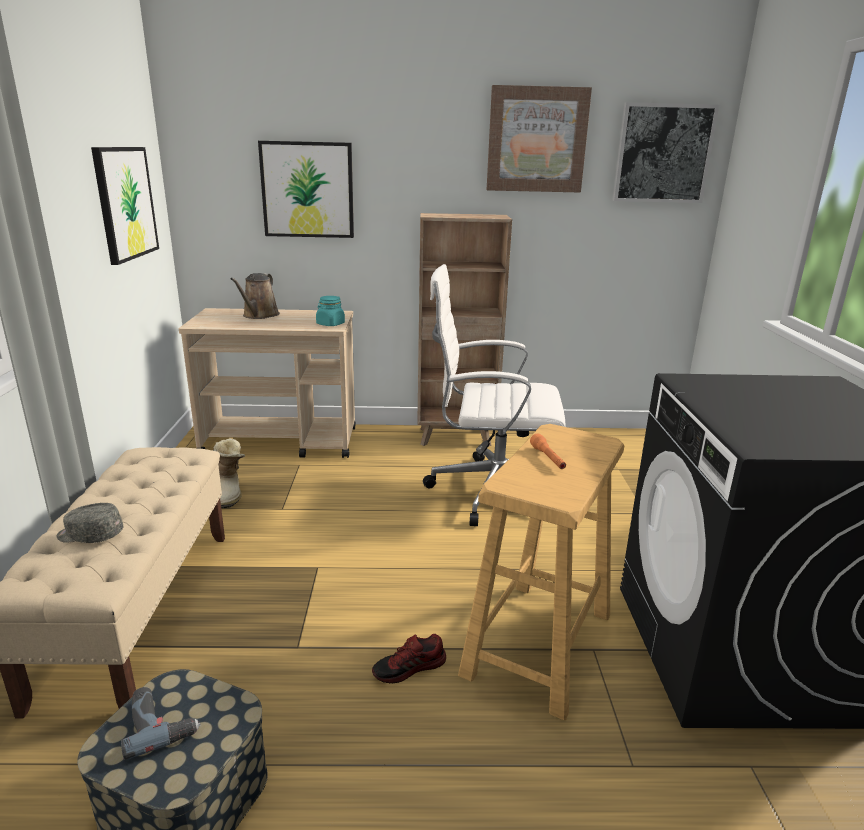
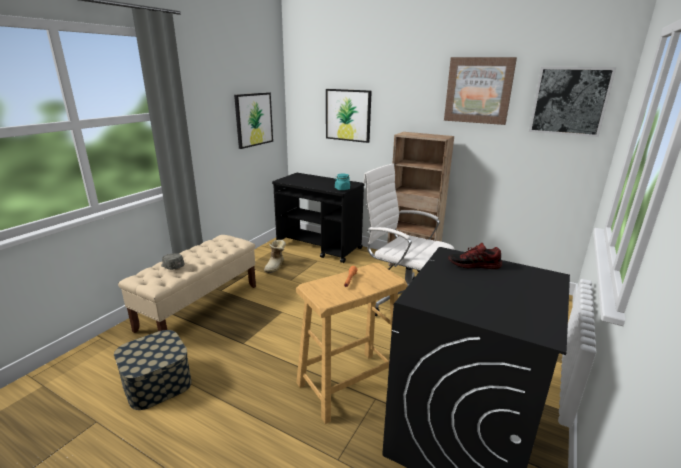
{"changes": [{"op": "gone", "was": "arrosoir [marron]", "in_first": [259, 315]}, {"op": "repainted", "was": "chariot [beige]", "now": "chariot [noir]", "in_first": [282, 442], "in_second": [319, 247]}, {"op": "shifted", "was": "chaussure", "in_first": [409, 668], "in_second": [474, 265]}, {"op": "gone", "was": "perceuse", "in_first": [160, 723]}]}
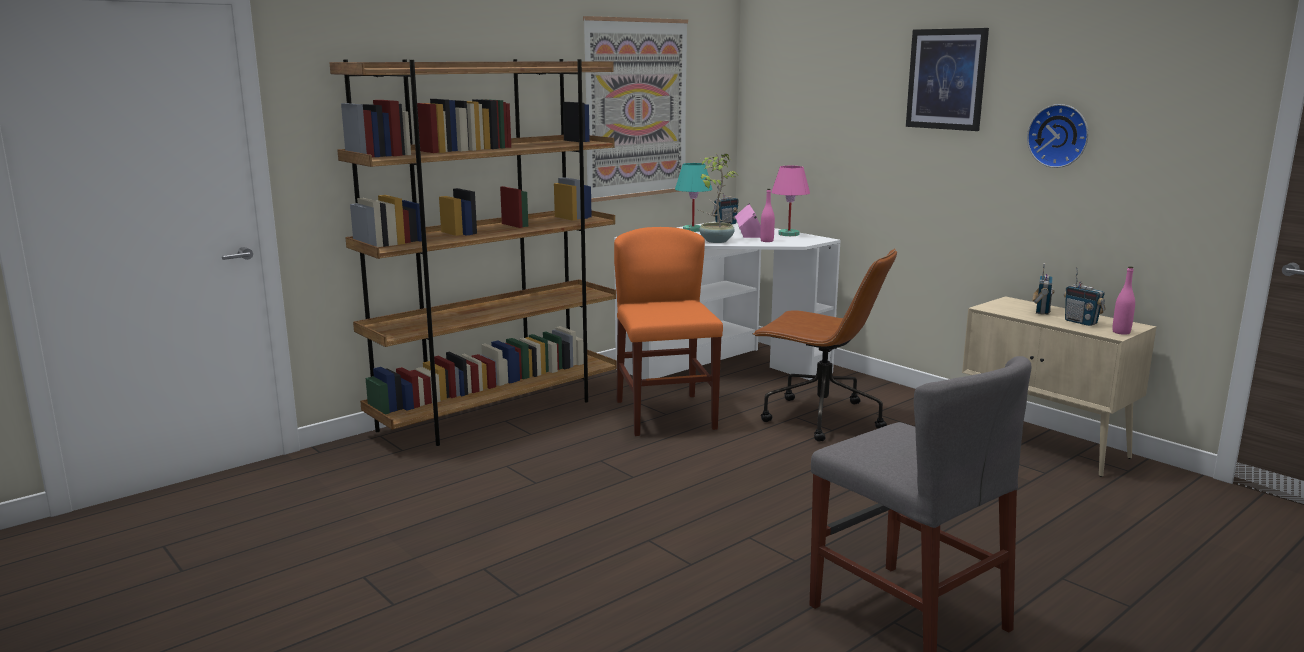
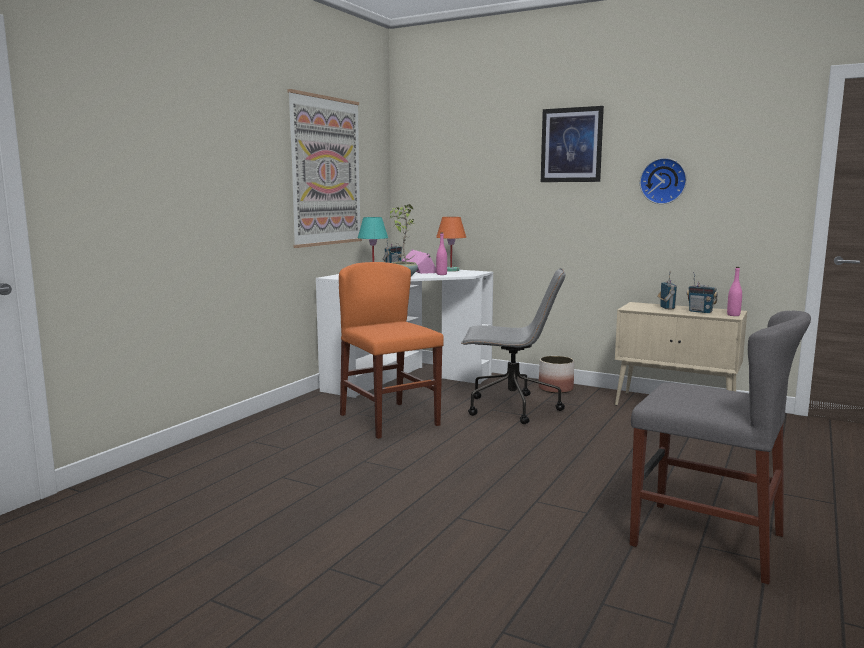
{"changes": [{"op": "gone", "was": "bibliothèque [marron]", "in_first": [498, 412]}, {"op": "repainted", "was": "lampe de table [rose]", "now": "lampe de table [orange]", "in_first": [788, 234], "in_second": [450, 270]}, {"op": "repainted", "was": "chaise de bureau [marron]", "now": "chaise de bureau [gris]", "in_first": [819, 418], "in_second": [510, 408]}, {"op": "new", "now": "cache-pot", "in_second": [556, 389]}]}
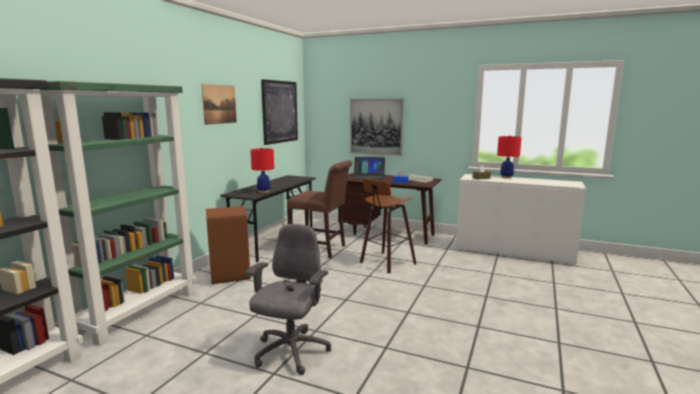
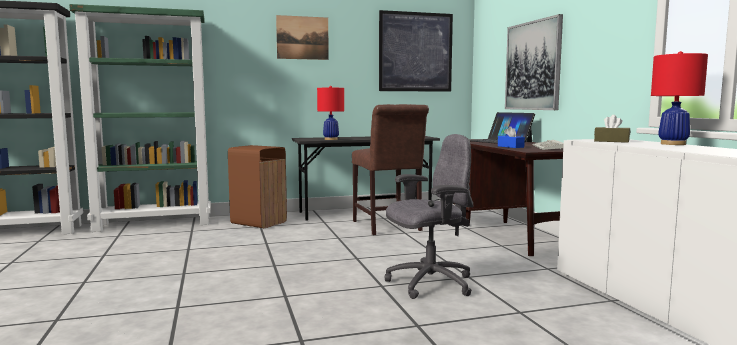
{"changes": [{"op": "gone", "was": "tabouret", "in_first": [386, 263]}, {"op": "shifted", "was": "chaise de bureau [gris]", "in_first": [290, 352], "in_second": [429, 283]}]}
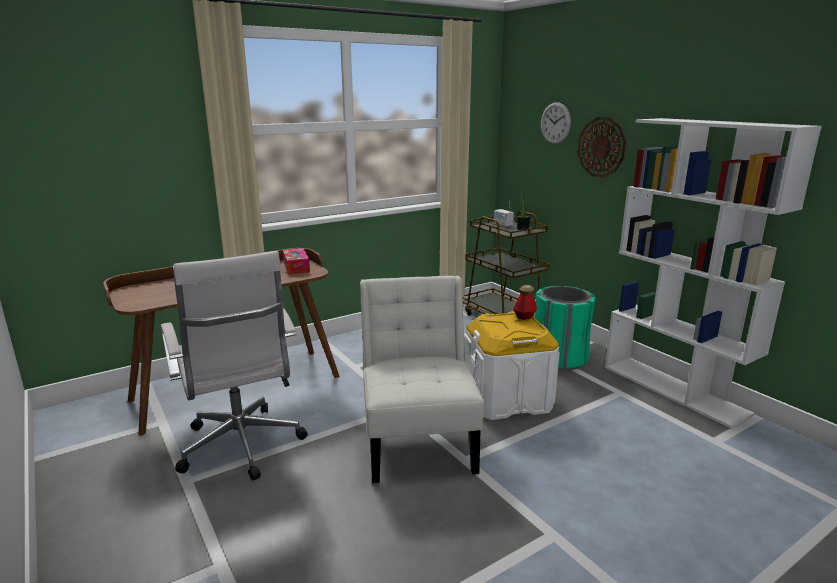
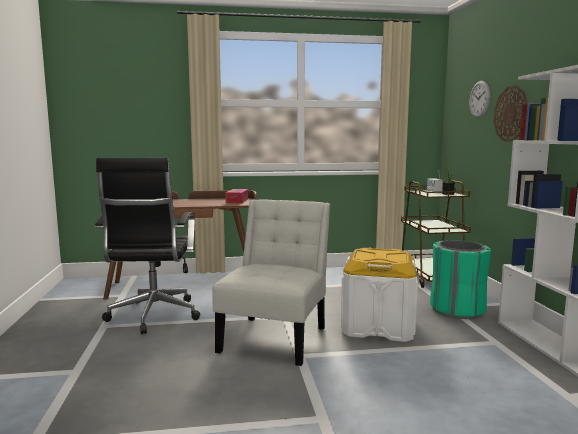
{"changes": [{"op": "repainted", "was": "chaise de bureau [blanc]", "now": "chaise de bureau [noir]", "in_first": [242, 448], "in_second": [153, 317]}, {"op": "gone", "was": "bouteille", "in_first": [524, 316]}]}
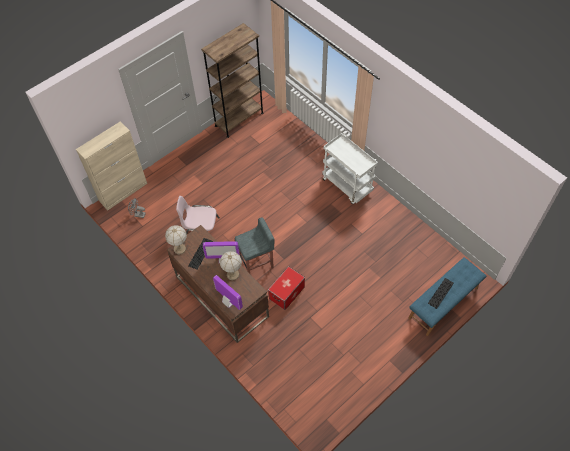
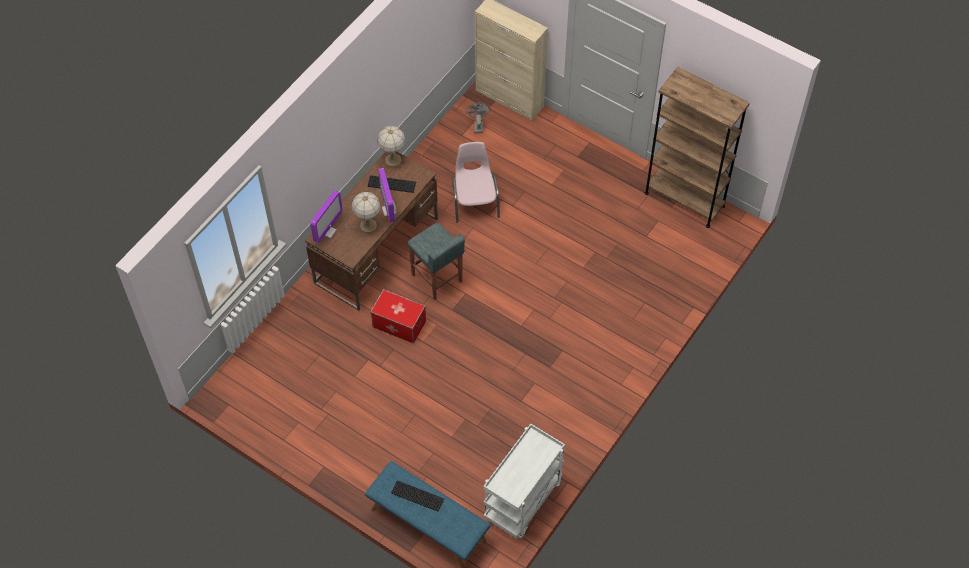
{"changes": [{"op": "shifted", "was": "chariot [blanc]", "in_first": [348, 185], "in_second": [523, 502]}]}
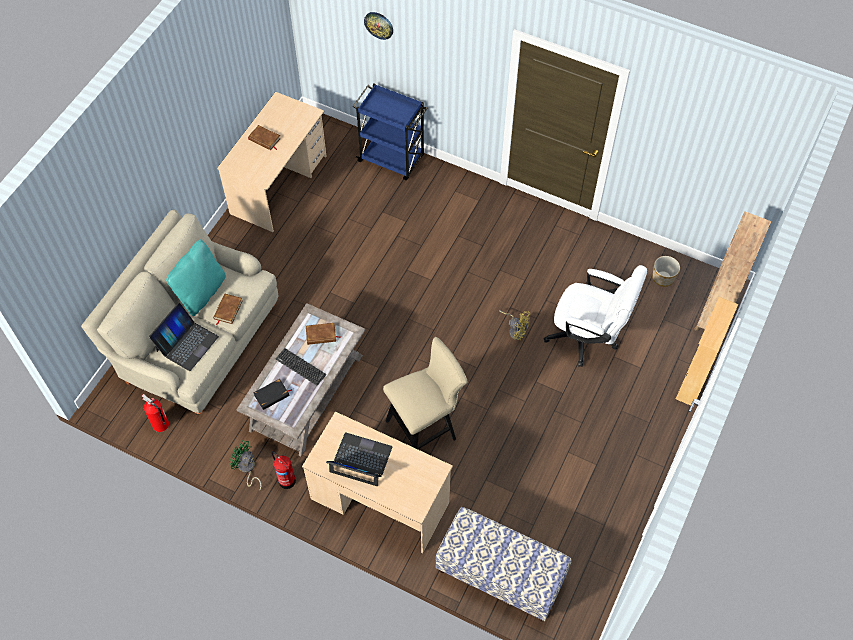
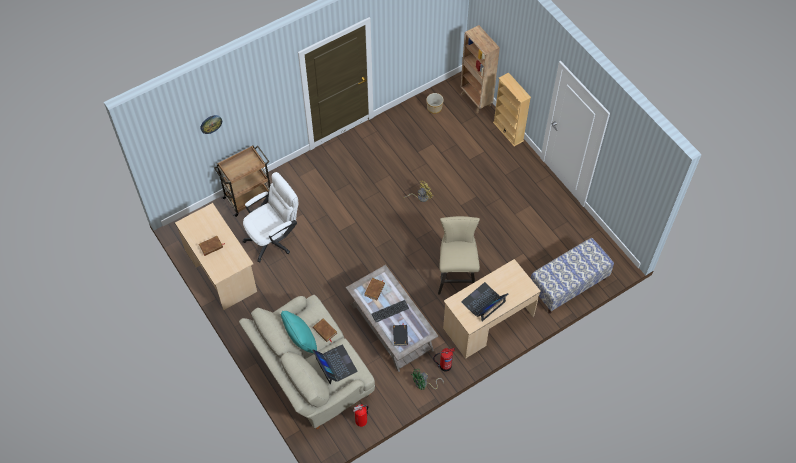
{"changes": [{"op": "repainted", "was": "chariot [bleu]", "now": "chariot [marron]", "in_first": [392, 159], "in_second": [248, 197]}, {"op": "shifted", "was": "chaise de bureau [blanc]", "in_first": [588, 338], "in_second": [274, 238]}]}
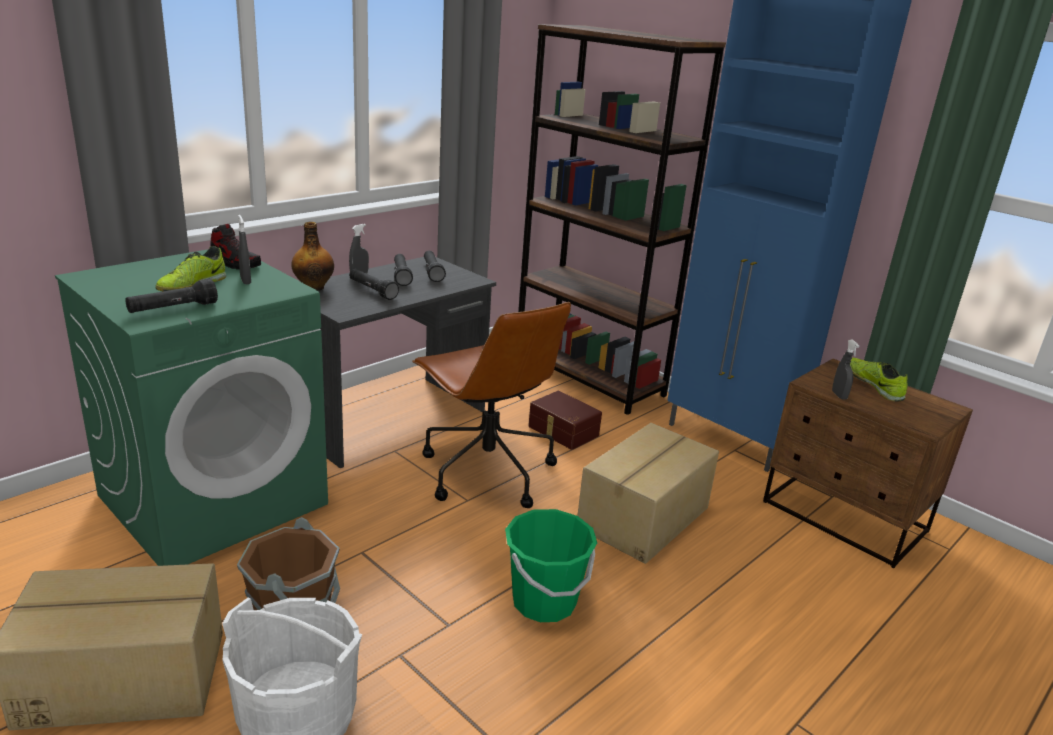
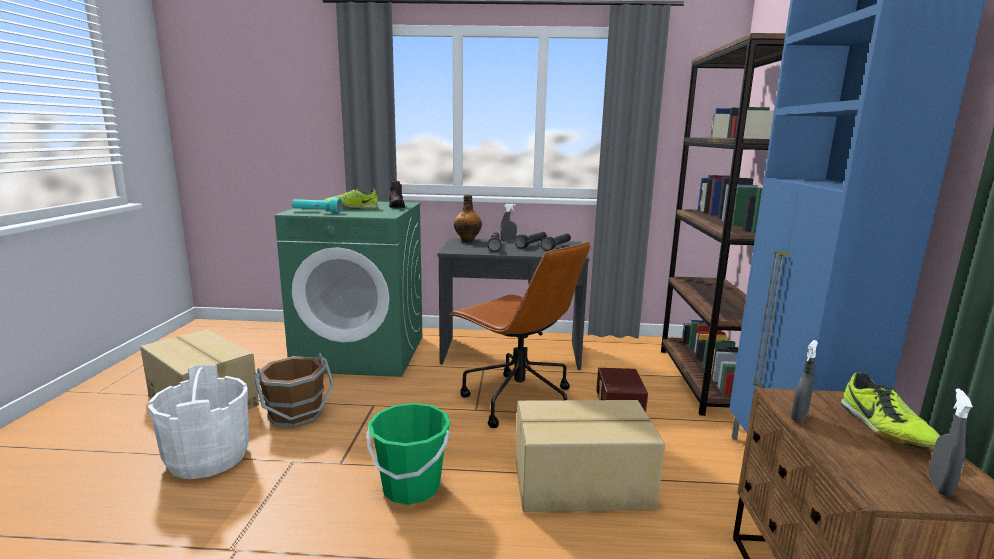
{"changes": [{"op": "shifted", "was": "vaporisateur [gris]", "in_first": [245, 281], "in_second": [939, 486]}, {"op": "repainted", "was": "lampe de poche [noir]", "now": "lampe de poche [turquoise]", "in_first": [173, 309], "in_second": [317, 212]}, {"op": "rotated", "was": "chaise de bureau [marron]", "in_first": [486, 471], "in_second": [517, 401], "clockwise": -60}, {"op": "rotated", "was": "chaussure", "in_first": [873, 385], "in_second": [884, 429], "clockwise": 150}]}
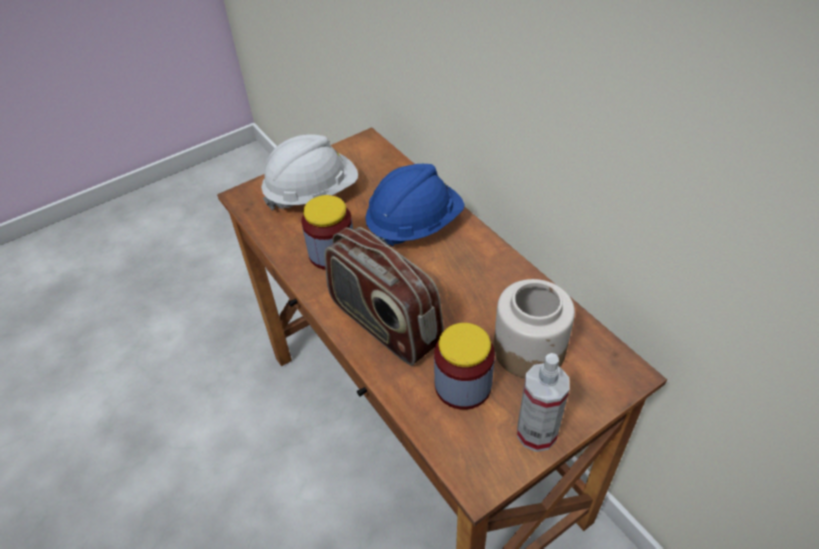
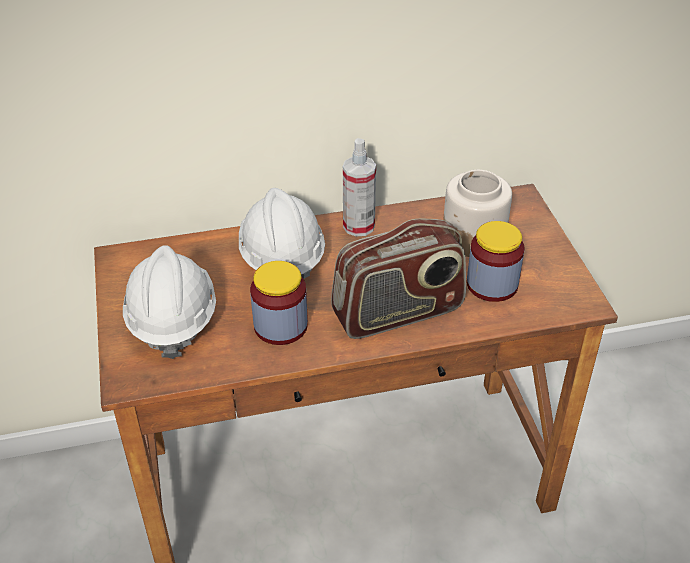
{"changes": [{"op": "repainted", "was": "casque de chantier [bleu]", "now": "casque de chantier [blanc]", "in_first": [414, 225], "in_second": [281, 258]}, {"op": "shifted", "was": "vaporisateur", "in_first": [536, 433], "in_second": [358, 226]}]}
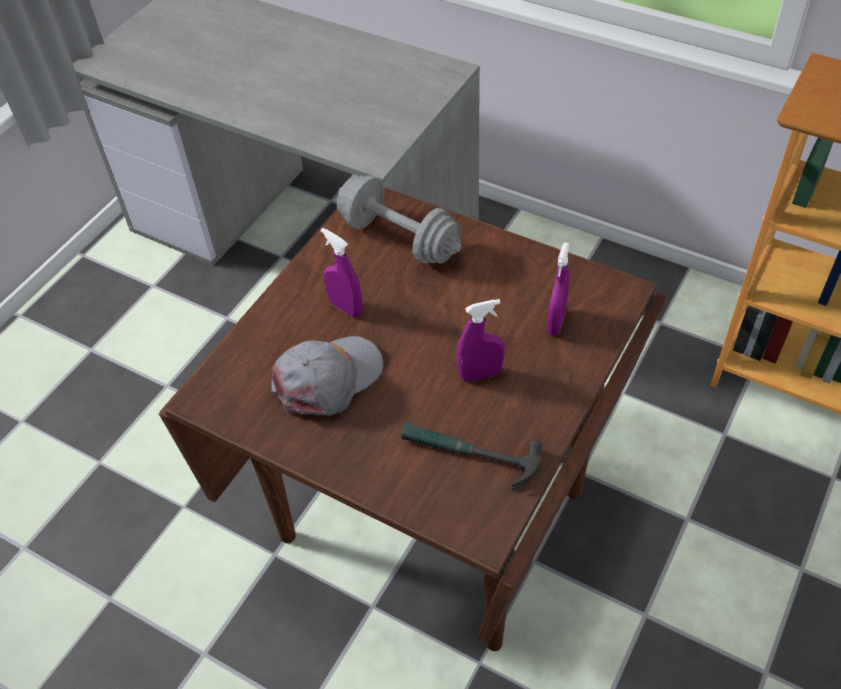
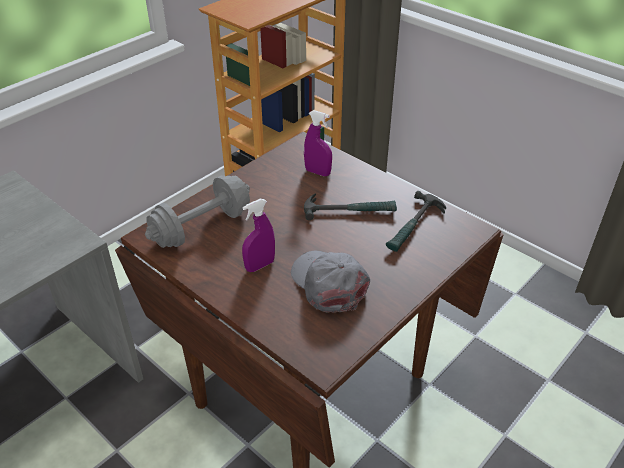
{"changes": [{"op": "swapped", "was": "vaporisateur [violet]", "now": "marteau", "in_first": [480, 374], "in_second": [349, 210]}]}
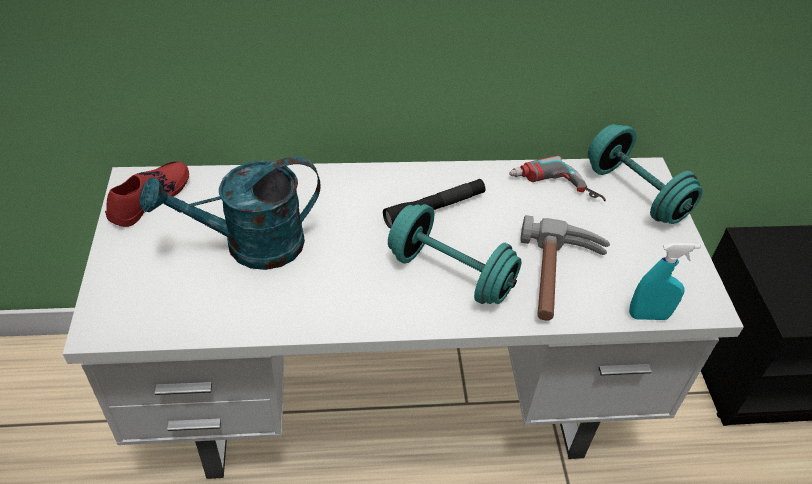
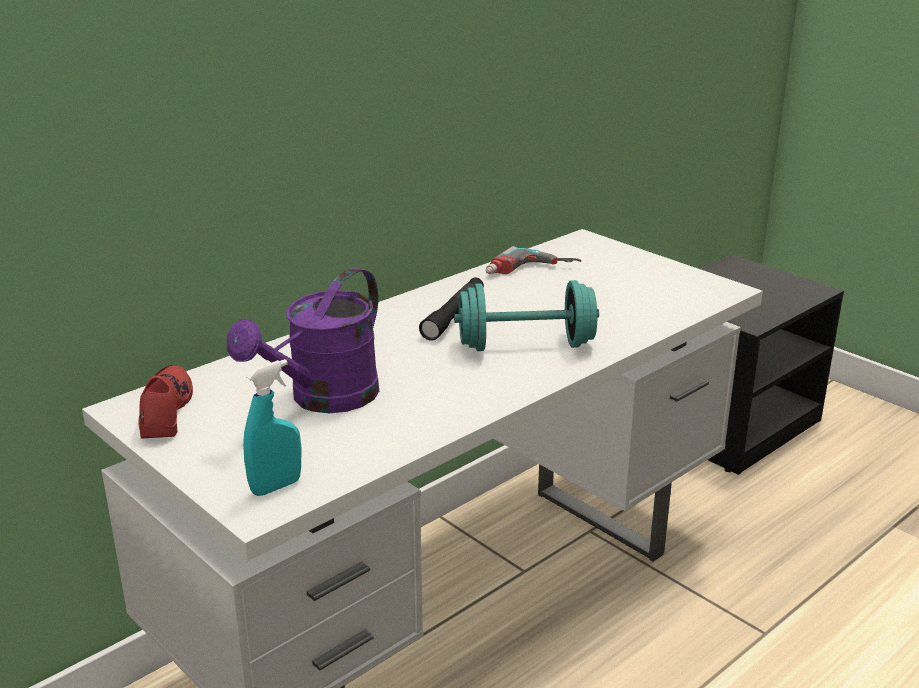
{"changes": [{"op": "gone", "was": "haltère [turquoise]", "in_first": [635, 193]}, {"op": "repainted", "was": "arrosoir [turquoise]", "now": "arrosoir [violet]", "in_first": [250, 246], "in_second": [323, 399]}, {"op": "gone", "was": "marteau", "in_first": [560, 279]}, {"op": "shifted", "was": "vaporisateur [turquoise]", "in_first": [648, 315], "in_second": [276, 486]}]}
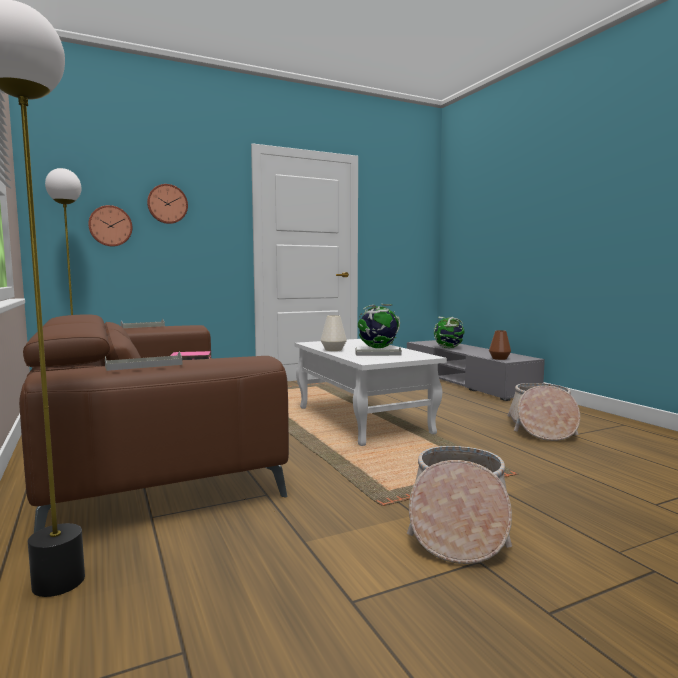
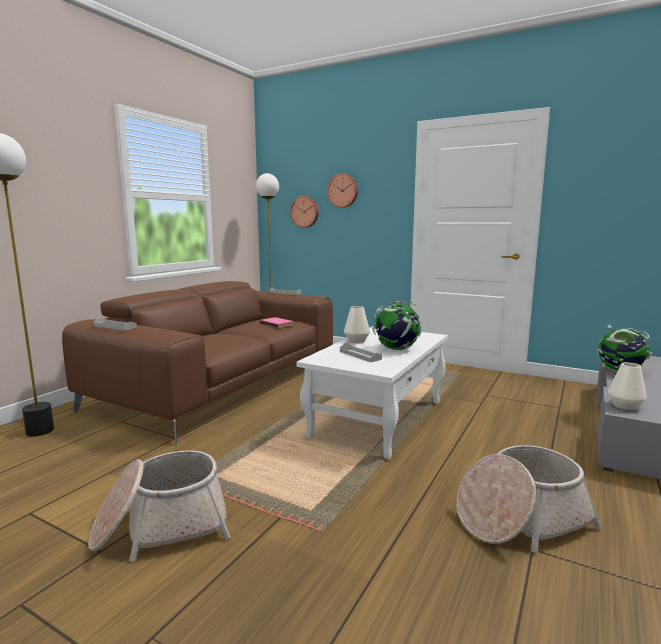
{"changes": [{"op": "repainted", "was": "vase [marron]", "now": "vase [blanc]", "in_first": [499, 358], "in_second": [625, 406]}]}
